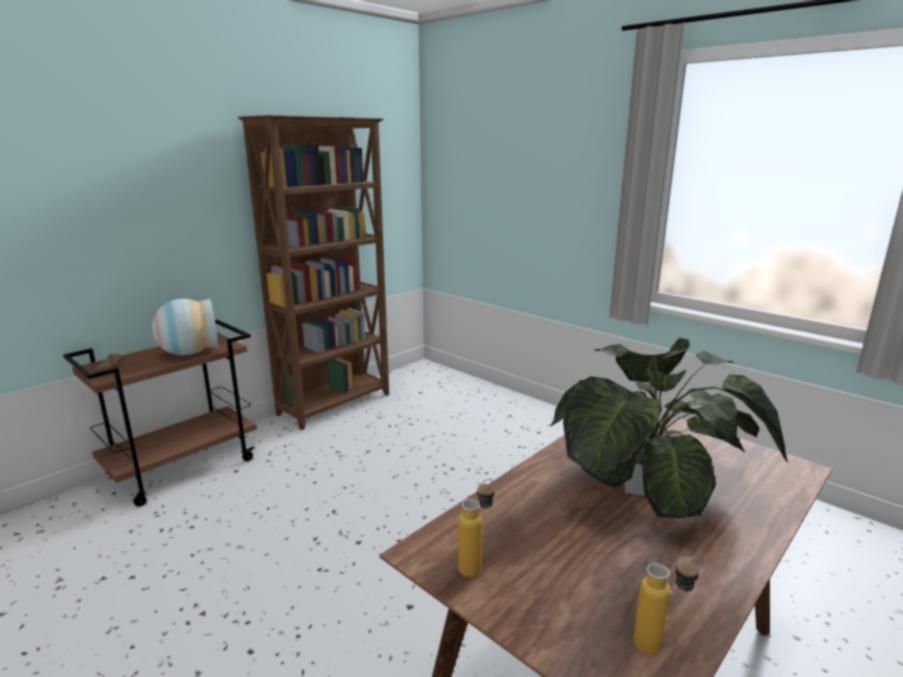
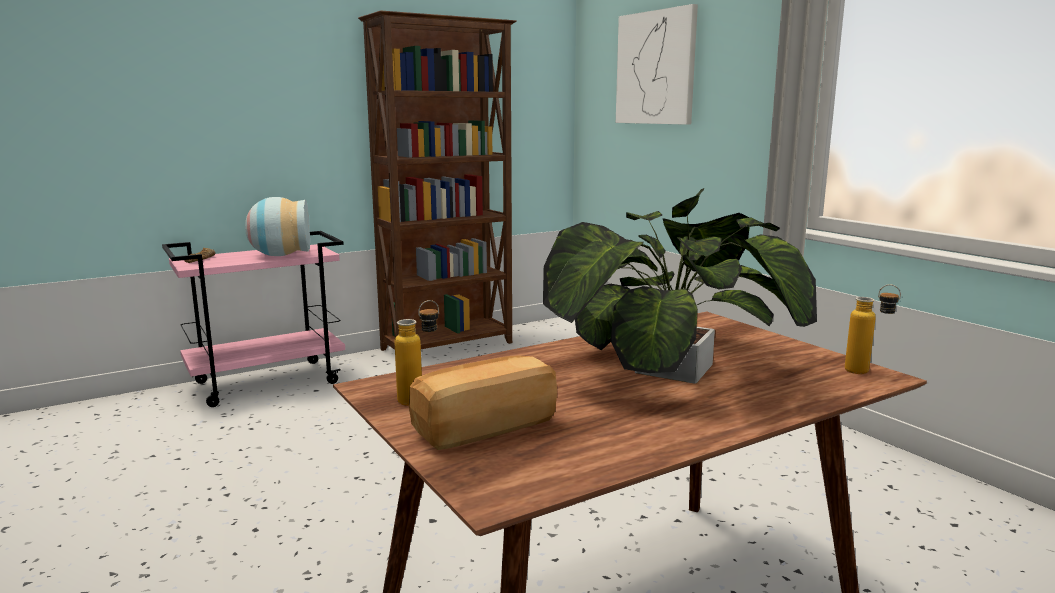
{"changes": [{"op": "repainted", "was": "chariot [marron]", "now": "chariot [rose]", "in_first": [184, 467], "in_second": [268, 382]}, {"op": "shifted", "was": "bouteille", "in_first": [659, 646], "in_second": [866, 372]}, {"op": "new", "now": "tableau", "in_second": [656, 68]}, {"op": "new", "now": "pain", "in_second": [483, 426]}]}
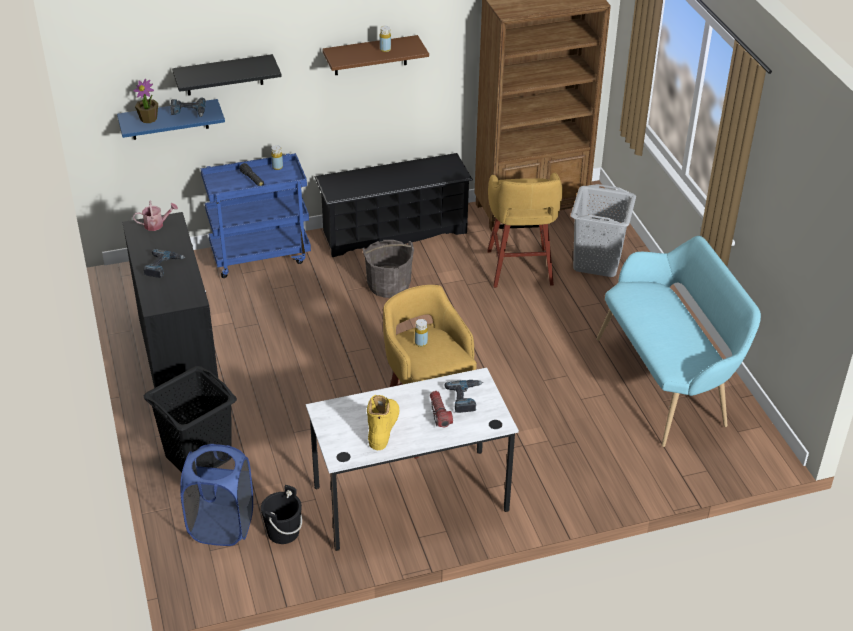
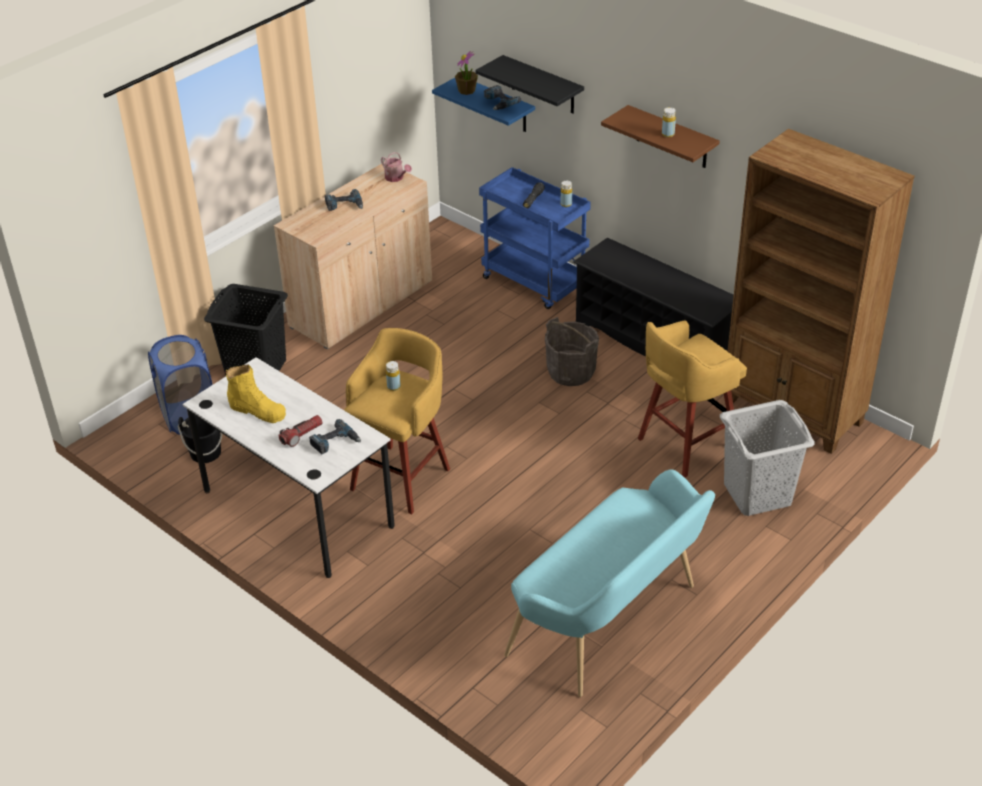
{"changes": [{"op": "repainted", "was": "meuble de rangement [noir]", "now": "meuble de rangement [beige]", "in_first": [179, 358], "in_second": [362, 304]}, {"op": "rotated", "was": "botte [jaune]", "in_first": [383, 428], "in_second": [257, 410], "clockwise": 45}]}
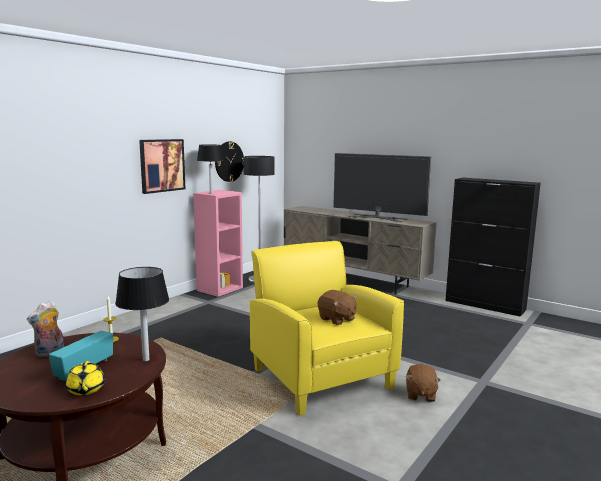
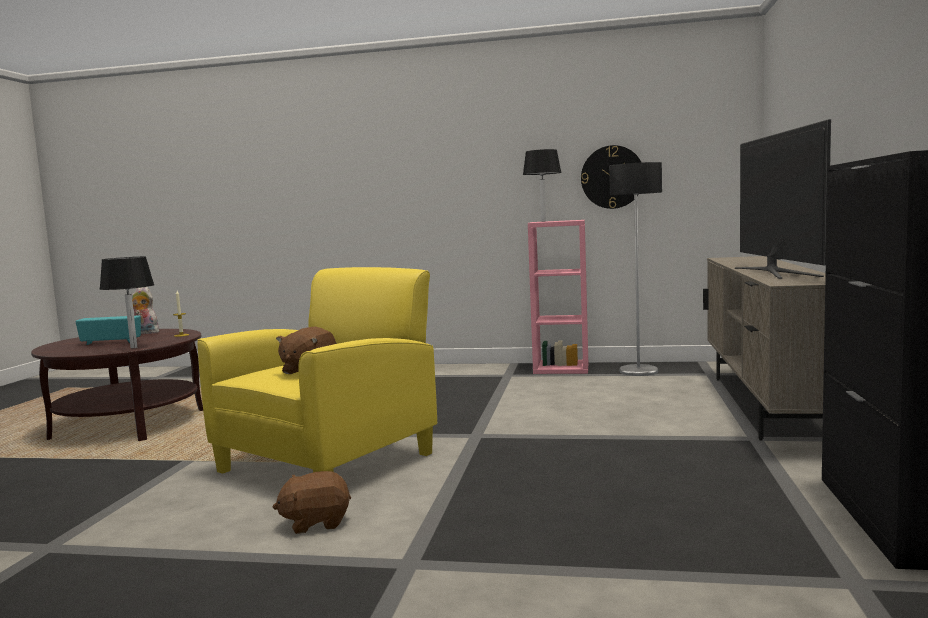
{"changes": [{"op": "gone", "was": "tableau", "in_first": [162, 165]}, {"op": "gone", "was": "théière [jaune]", "in_first": [85, 390]}]}
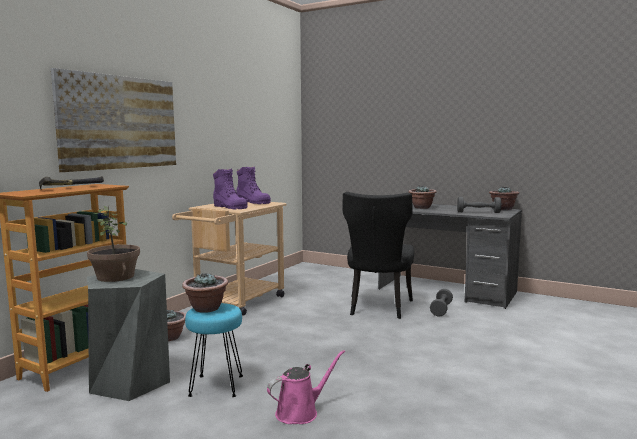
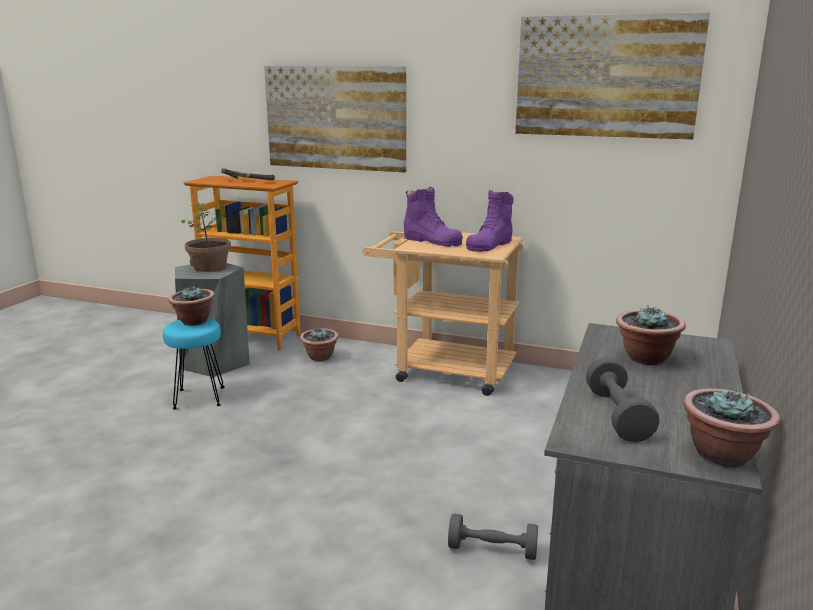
{"changes": [{"op": "rotated", "was": "botte [violet]", "in_first": [230, 207], "in_second": [432, 241], "clockwise": -90}, {"op": "gone", "was": "chaise [noir]", "in_first": [378, 308]}, {"op": "gone", "was": "arrosoir [rose]", "in_first": [300, 412]}, {"op": "new", "now": "tableau", "in_second": [606, 77]}]}
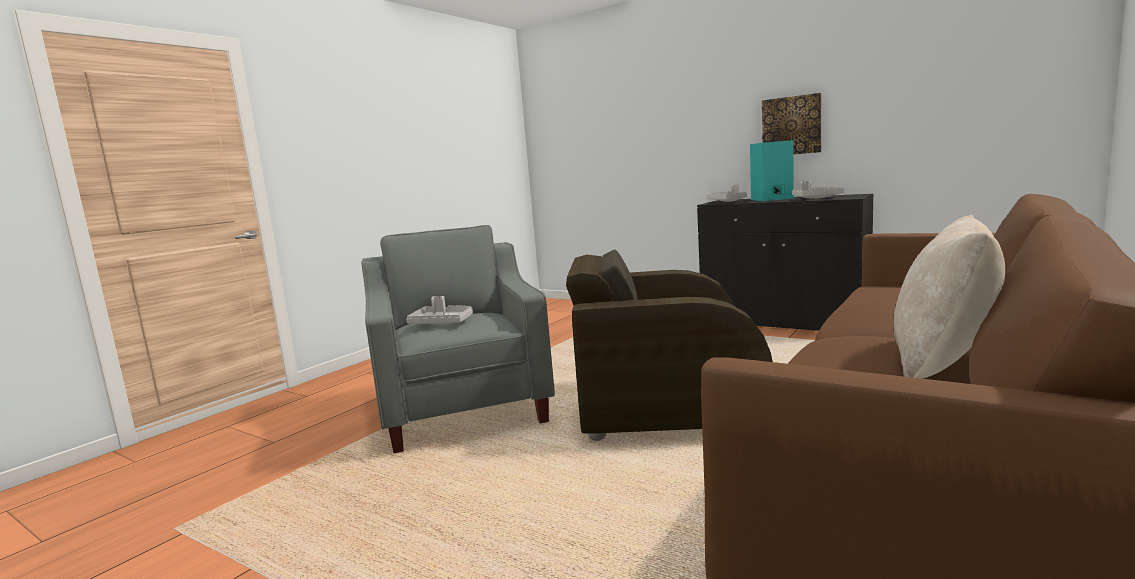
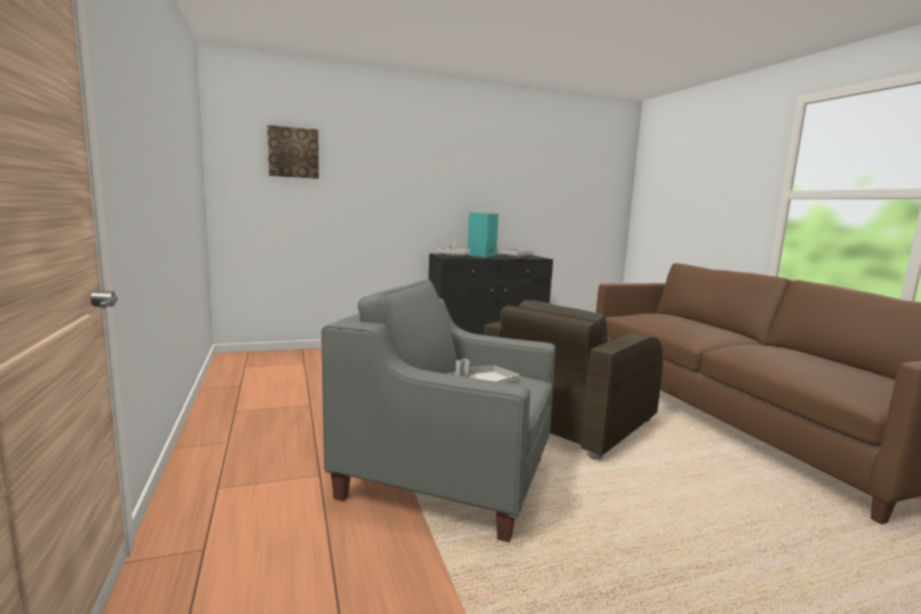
{"changes": [{"op": "shifted", "was": "tableau", "in_first": [791, 126], "in_second": [293, 152]}, {"op": "gone", "was": "coussin [beige]", "in_first": [943, 362]}]}
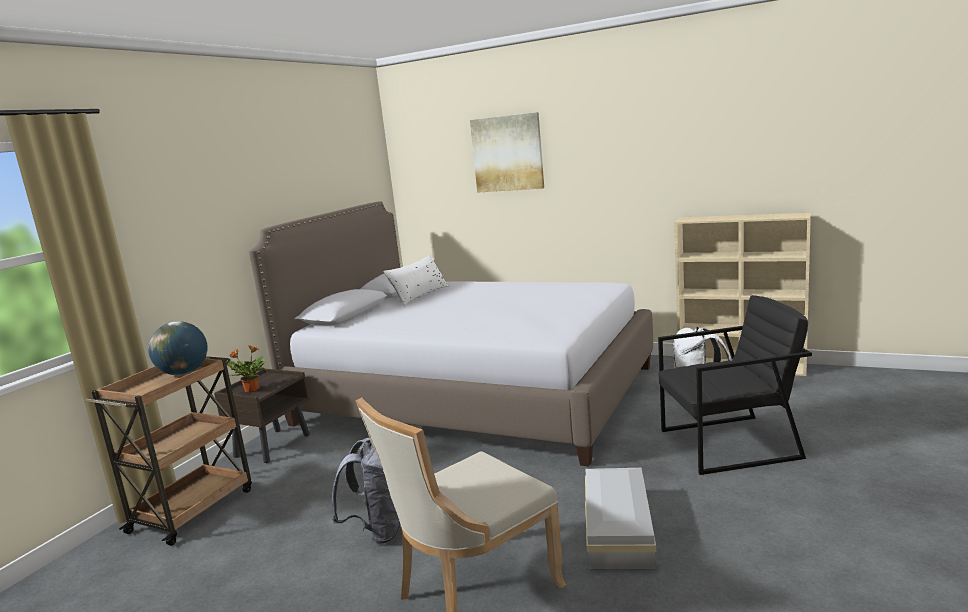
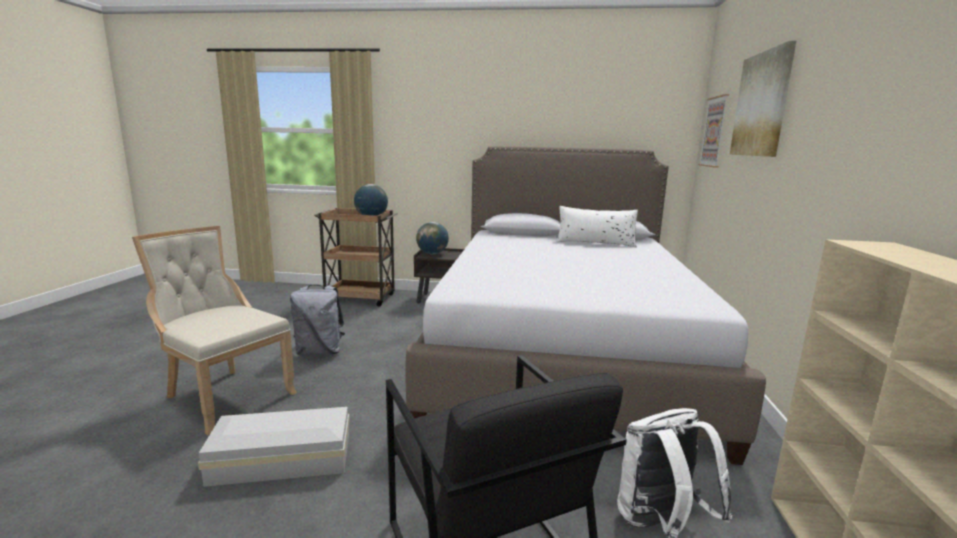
{"changes": [{"op": "swapped", "was": "plante en pot", "now": "globe", "in_first": [251, 390], "in_second": [432, 253]}, {"op": "new", "now": "tableau", "in_second": [714, 132]}]}
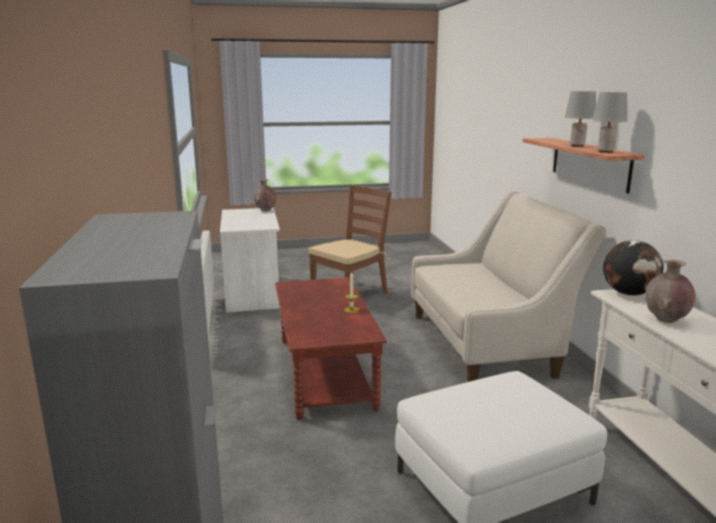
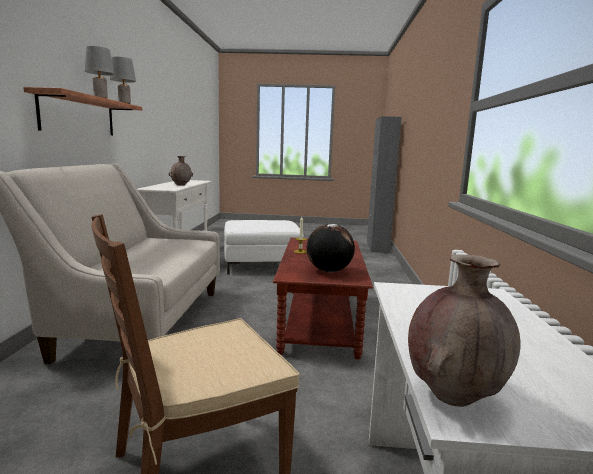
{"changes": [{"op": "shifted", "was": "globe", "in_first": [629, 294], "in_second": [328, 271]}]}
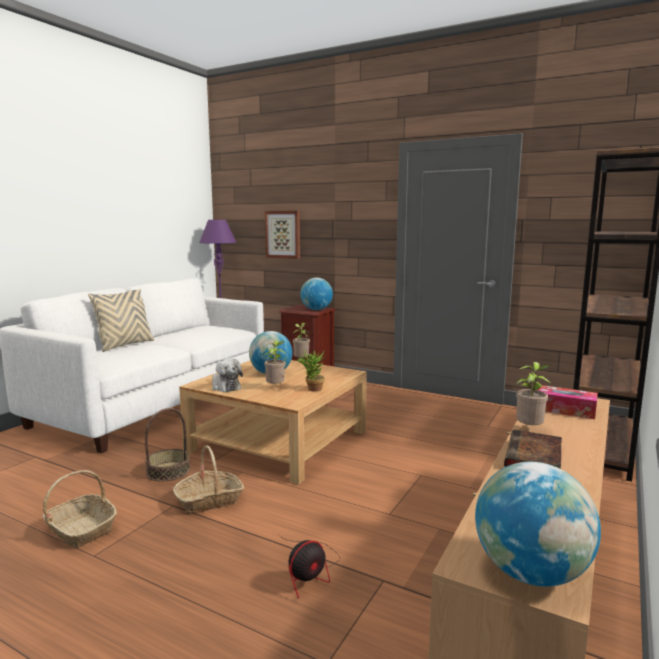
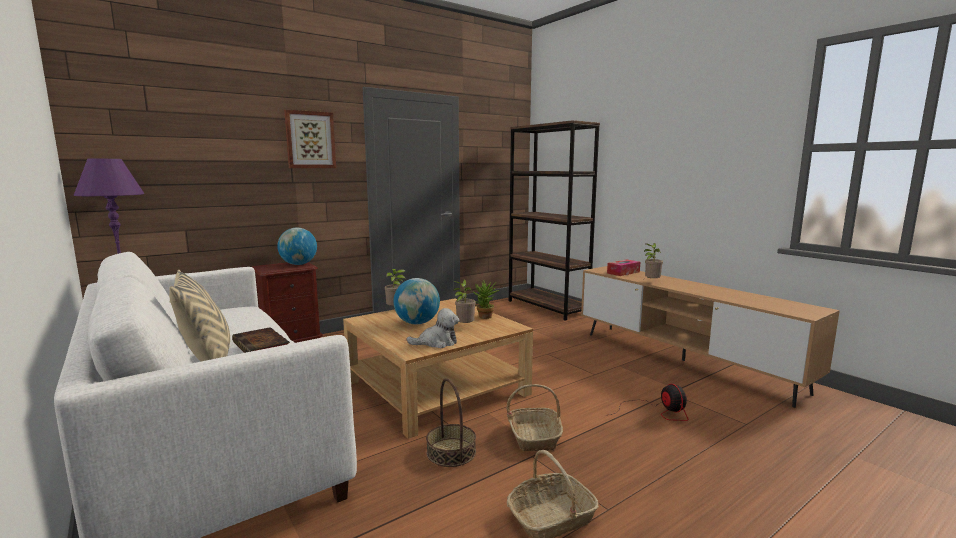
{"changes": [{"op": "shifted", "was": "tableau", "in_first": [283, 234], "in_second": [310, 140]}, {"op": "shifted", "was": "livre", "in_first": [534, 459], "in_second": [262, 347]}, {"op": "gone", "was": "globe", "in_first": [531, 573]}]}
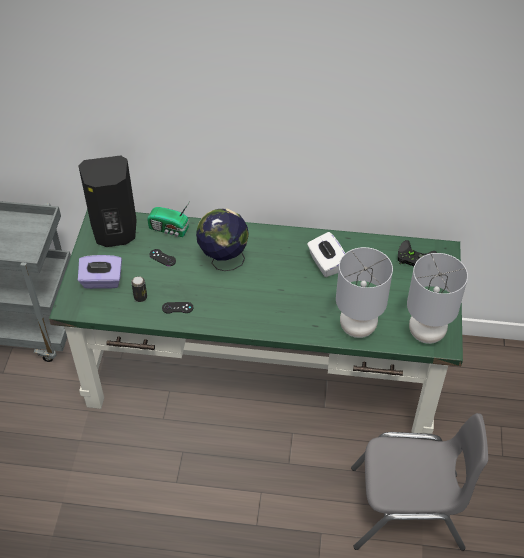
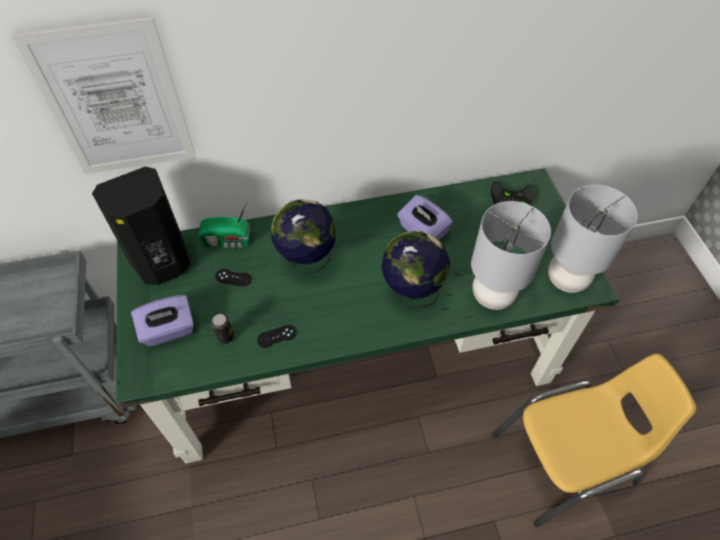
{"changes": [{"op": "repainted", "was": "boîte à mouchoirs [blanc]", "now": "boîte à mouchoirs [violet]", "in_first": [326, 263], "in_second": [422, 231]}, {"op": "repainted", "was": "chaise [gris]", "now": "chaise [jaune]", "in_first": [407, 509], "in_second": [565, 461]}, {"op": "new", "now": "tableau", "in_second": [115, 102]}, {"op": "new", "now": "globe", "in_second": [411, 293]}]}
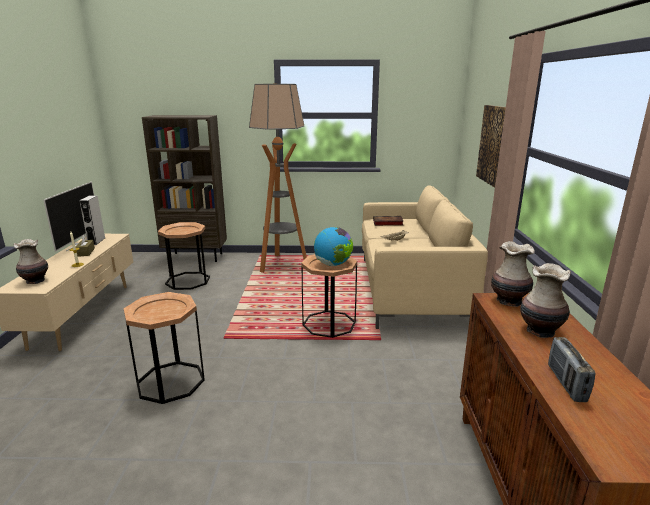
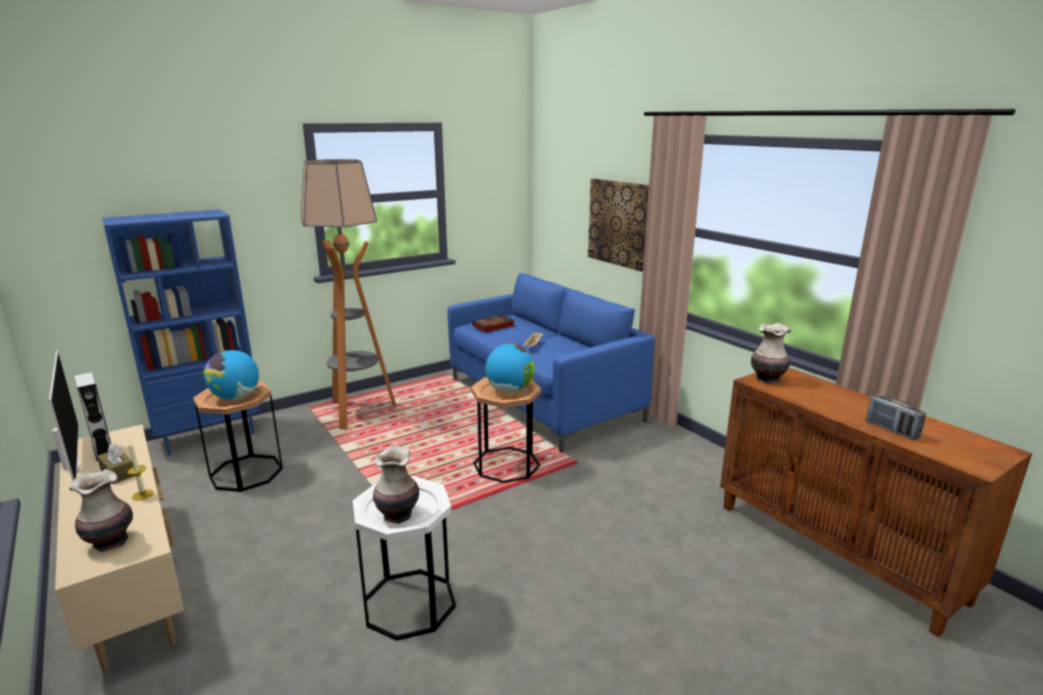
{"changes": [{"op": "repainted", "was": "bibliothèque [marron]", "now": "bibliothèque [bleu]", "in_first": [196, 257], "in_second": [210, 436]}, {"op": "repainted", "was": "canapé [beige]", "now": "canapé [bleu]", "in_first": [409, 290], "in_second": [542, 400]}, {"op": "shifted", "was": "vase", "in_first": [539, 331], "in_second": [397, 515]}, {"op": "repainted", "was": "table d'appoint [marron]", "now": "table d'appoint [blanc]", "in_first": [170, 382], "in_second": [409, 603]}, {"op": "new", "now": "globe", "in_second": [235, 398]}]}
